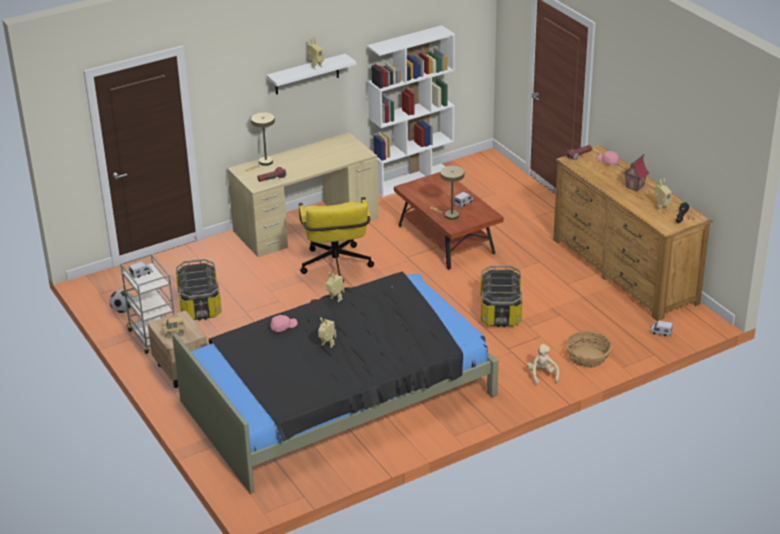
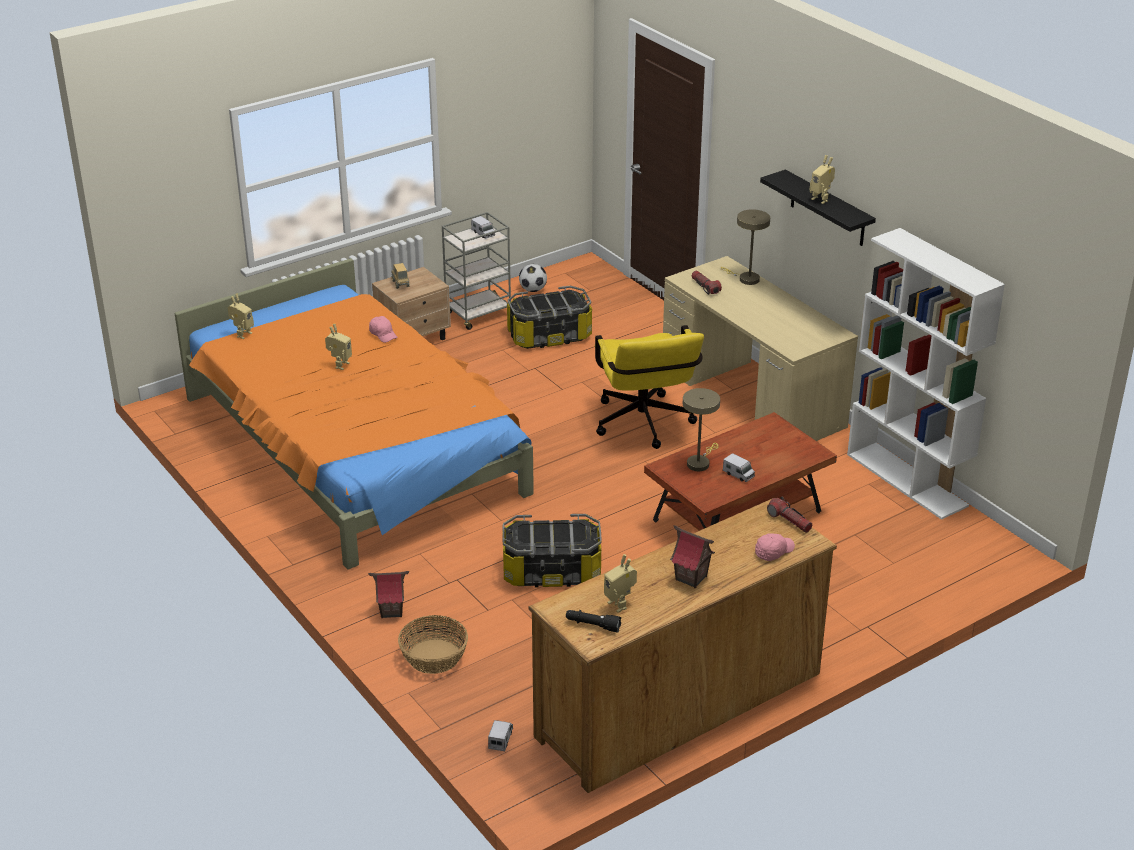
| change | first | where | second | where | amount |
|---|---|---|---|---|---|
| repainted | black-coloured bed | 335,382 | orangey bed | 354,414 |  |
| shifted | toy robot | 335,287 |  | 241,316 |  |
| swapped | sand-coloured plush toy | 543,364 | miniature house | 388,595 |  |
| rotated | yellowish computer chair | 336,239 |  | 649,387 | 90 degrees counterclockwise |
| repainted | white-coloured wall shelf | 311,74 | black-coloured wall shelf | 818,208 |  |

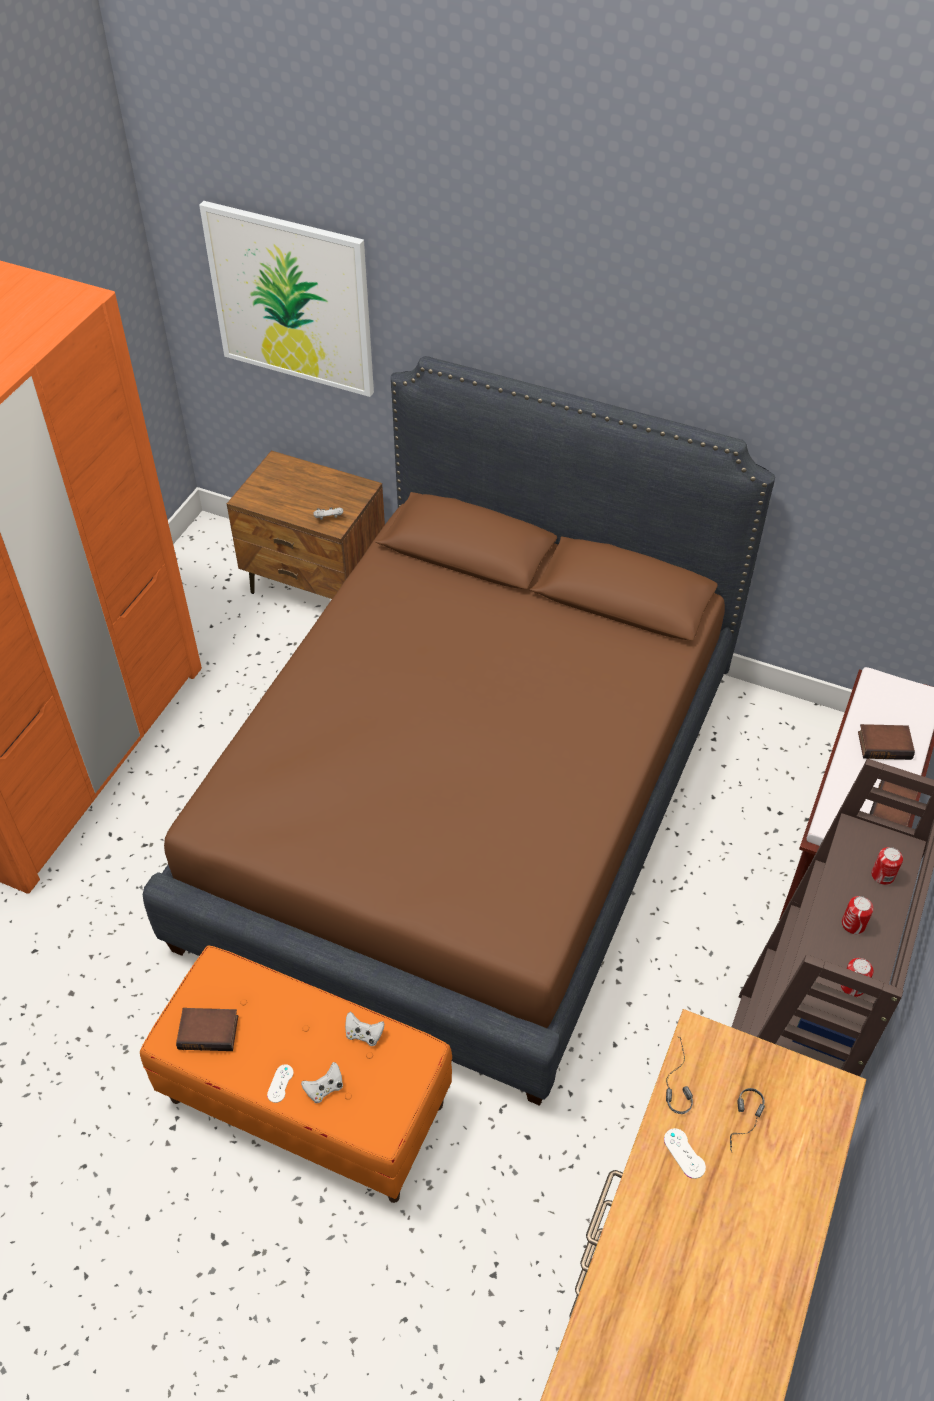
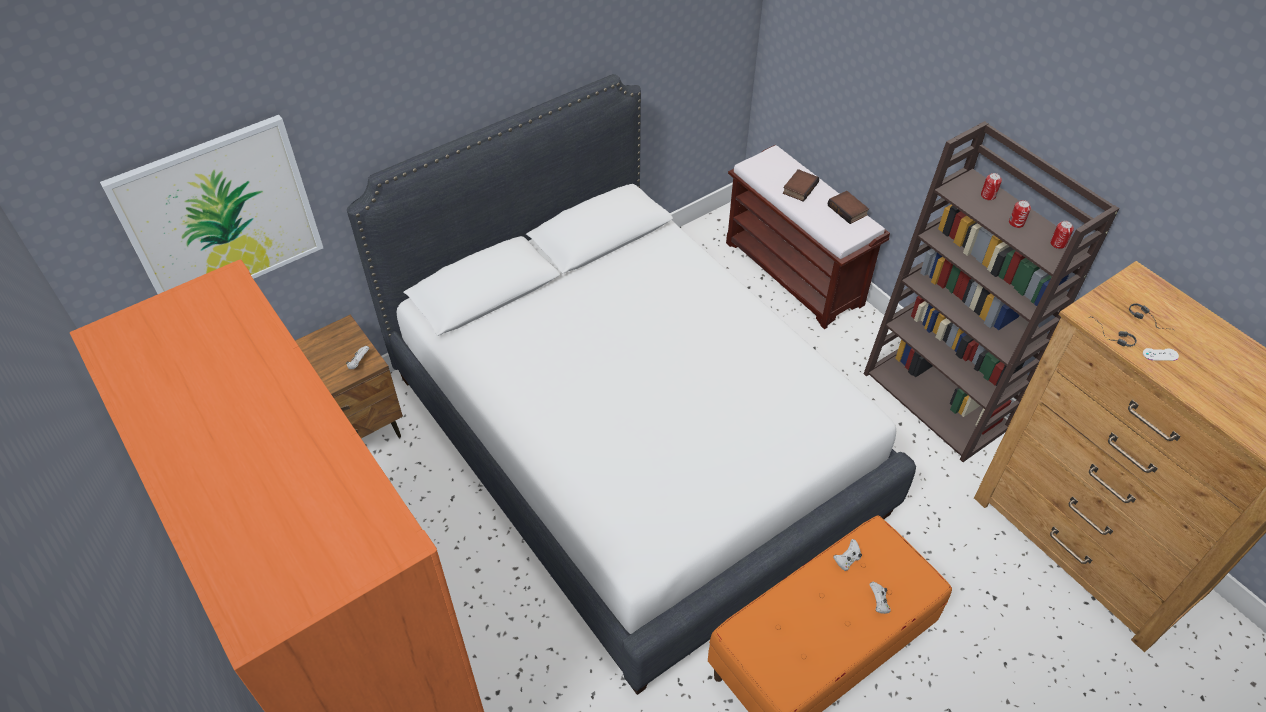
| change | first | where | second | where | amount |
|---|---|---|---|---|---|
| repainted | brown bed | 459,731 | white-coloured bed | 631,384 |  |
| gone | bound book | 207,1029 |  |  |  |
| gone | white-coloured game controller | 280,1083 |  |  |  |

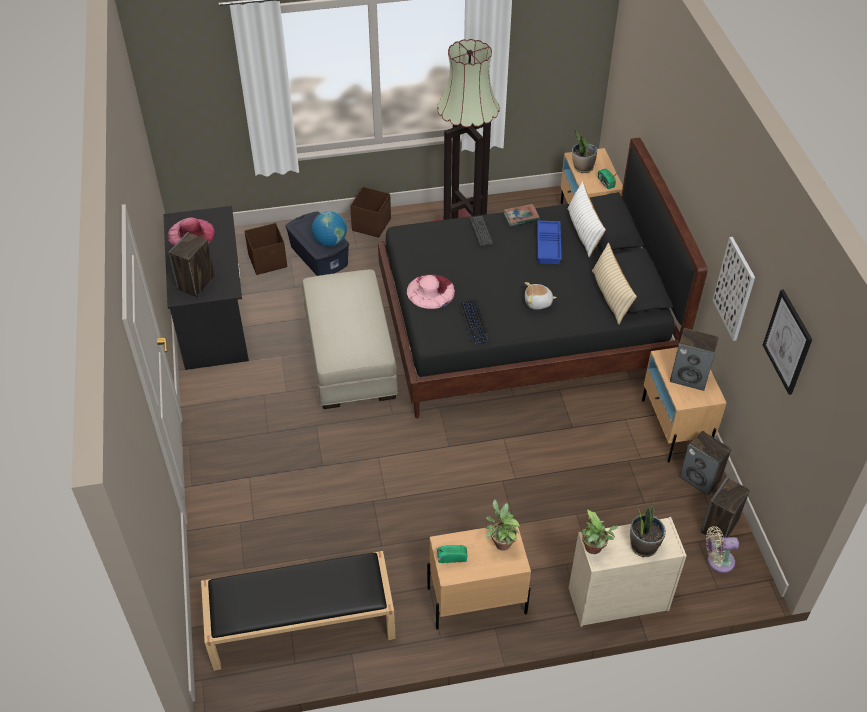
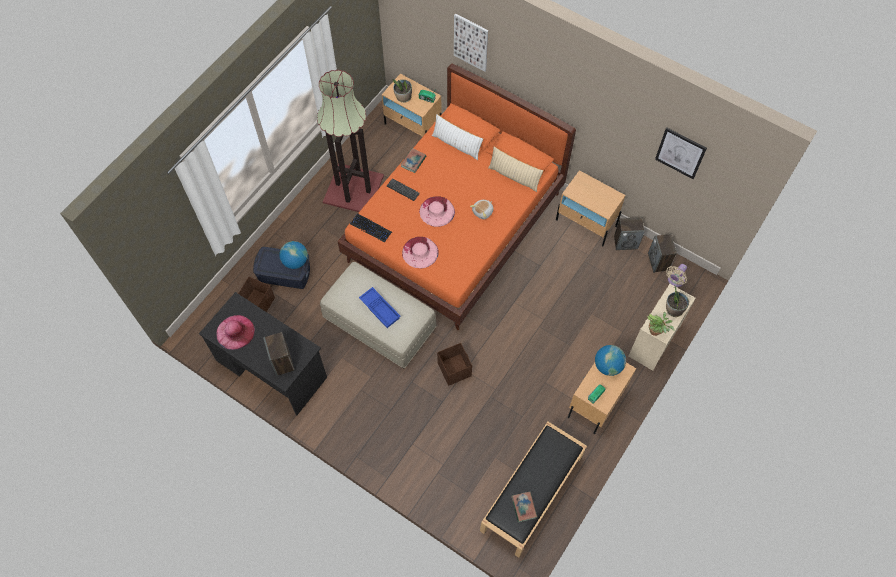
| change | first | where | second | where | amount |
|---|---|---|---|---|---|
| repainted | black-coloured bed | 543,278 | orangey bed | 456,196 |  |
| shifted | keyboard | 474,321 |  | 371,227 |  |
| shifted | blue-coloured carrying tray | 549,242 |  | 379,307 |  |
| new |  |  | pink-coloured hat | 437,211 |  |
| shifted | brown storage box | 370,212 |  | 454,364 |  |
| shifted | wall picture | 734,289 |  | 471,43 |  |
| new |  |  | bound book | 524,507 |  |
| swapped | potted plant | 503,525 | world globe | 610,360 |  |
| gone | loudspeaker | 694,359 |  |  |  |

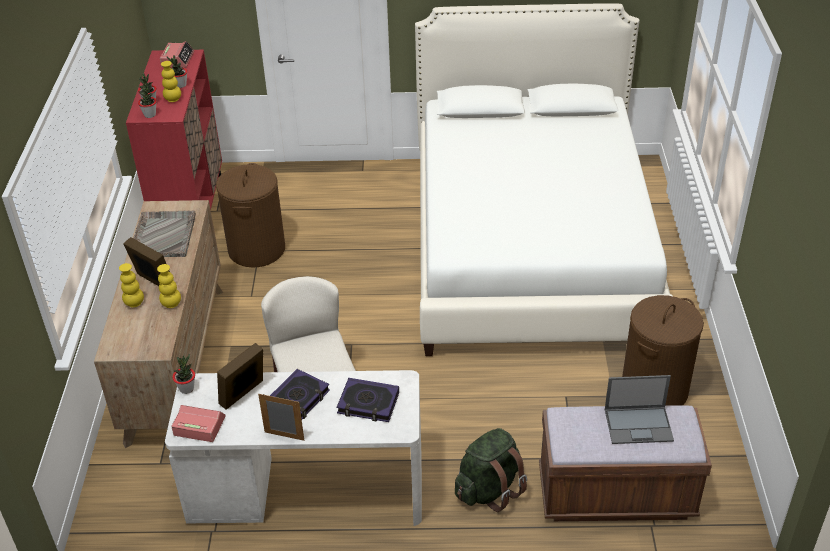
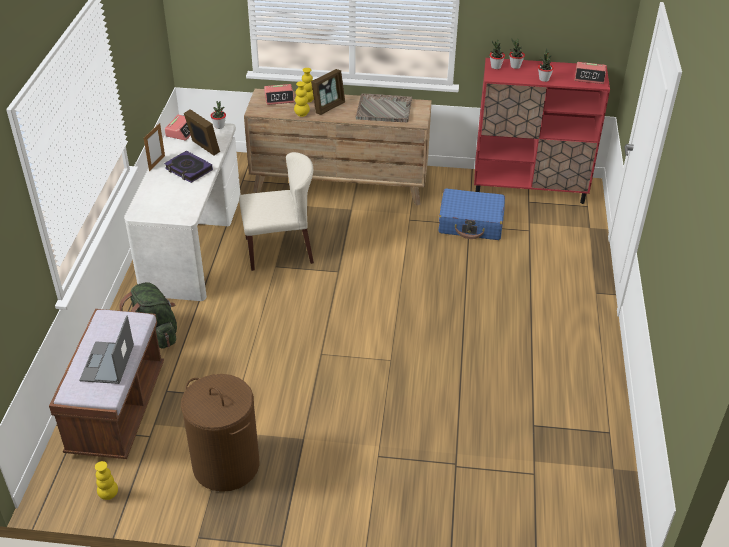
| change | first | where | second | where | amount |
|---|---|---|---|---|---|
| shifted | yellowish vase | 171,81 |  | 106,480 |  |
| new |  |  | alarm clock | 279,94 |  |
| swapped | brown washing basket | 250,215 | blue-coloured suitcase | 472,214 |  |
| gone | bound book | 368,400 |  |  |  |
| gone | white-coloured bed | 544,179 |  |  |  |

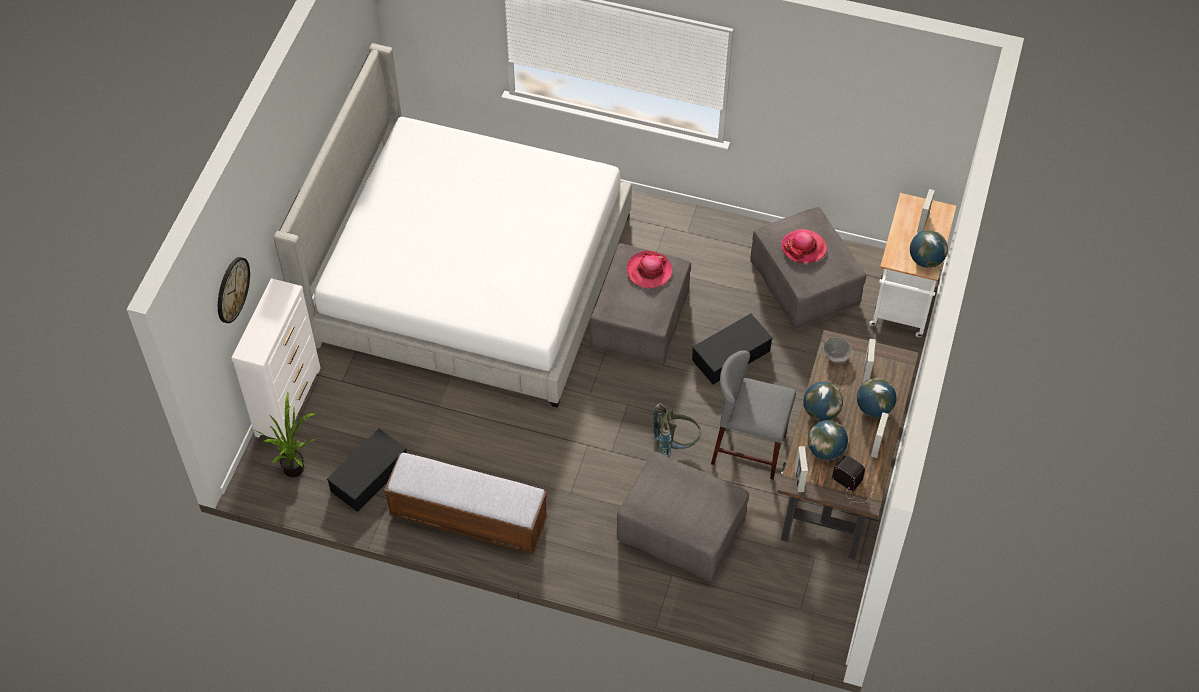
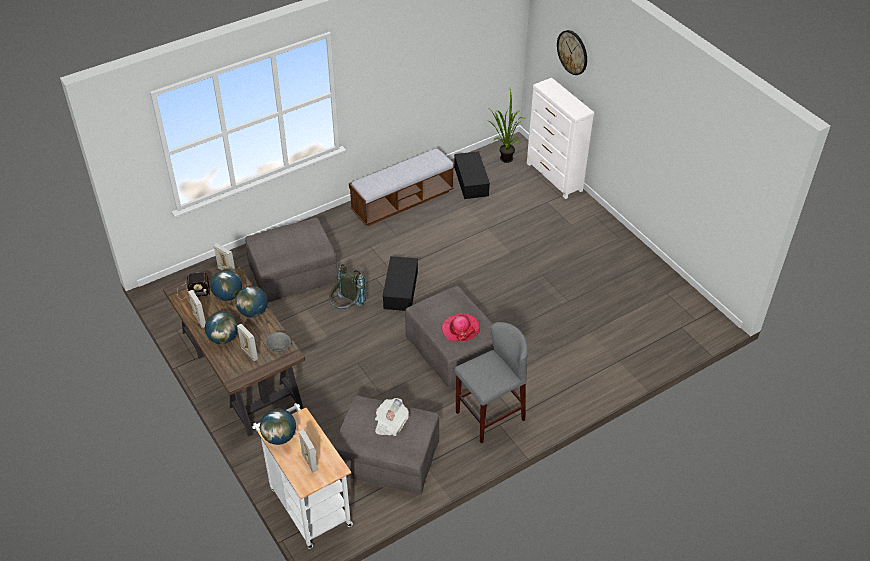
| change | first | where | second | where | amount |
|---|---|---|---|---|---|
| swapped | hat | 804,246 | newspaper | 392,417 |  |
| shifted | black-coloured storage box | 732,349 |  | 400,283 |  |
| shifted | gray stool seat | 753,415 |  | 491,382 |  |
| gone | bed | 452,225 |  |  |  |

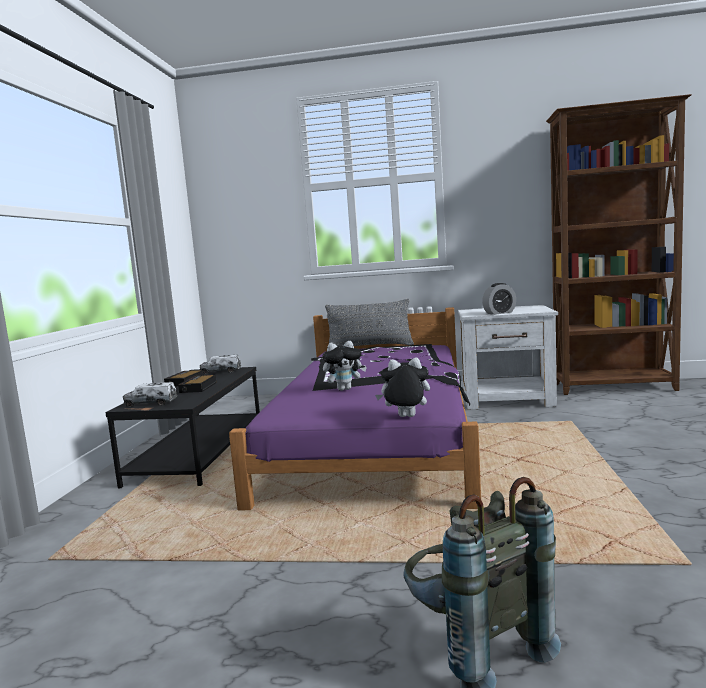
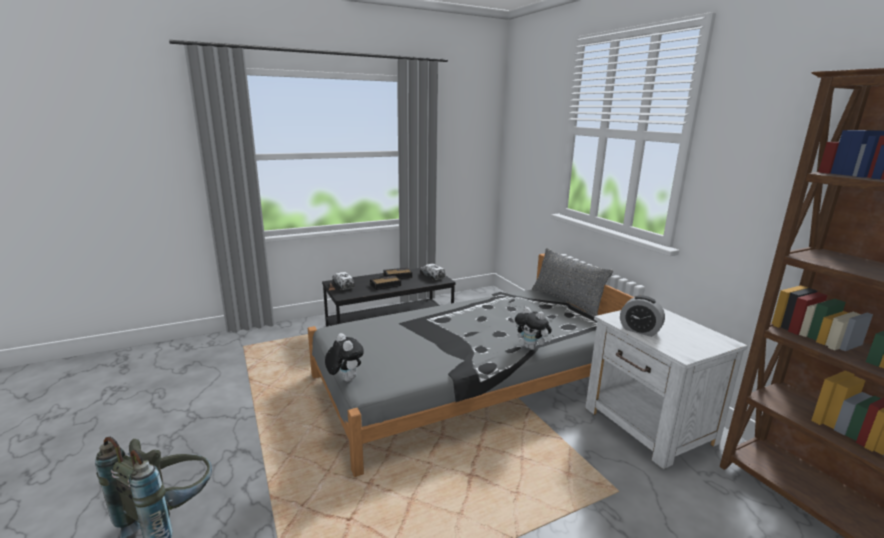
| change | first | where | second | where | amount |
|---|---|---|---|---|---|
| repainted | purple-coloured bed | 355,408 | gray bed | 472,365 |  |
| shifted | plush toy | 345,366 |  | 533,328 |  |

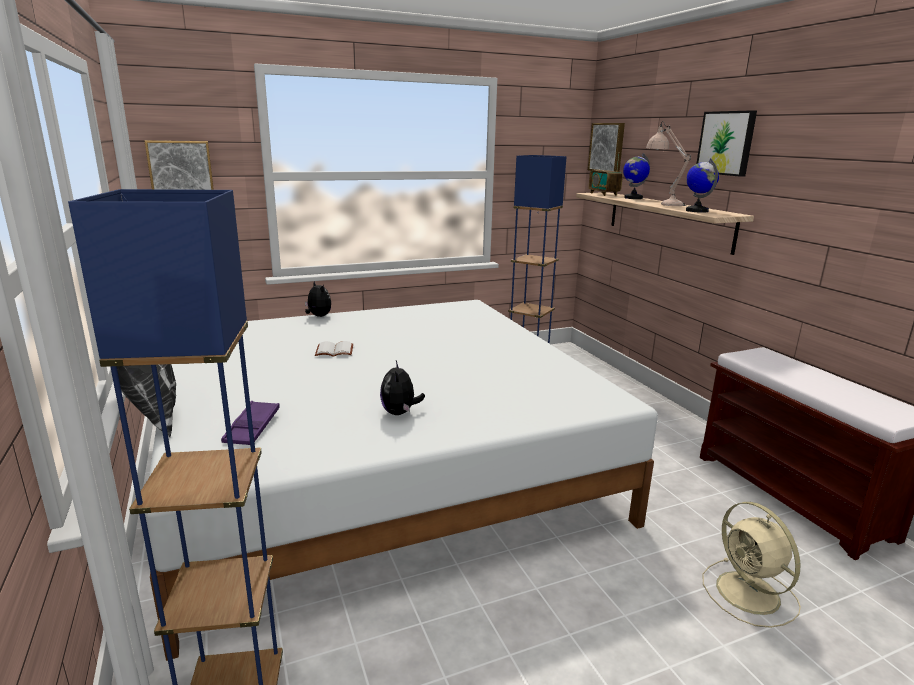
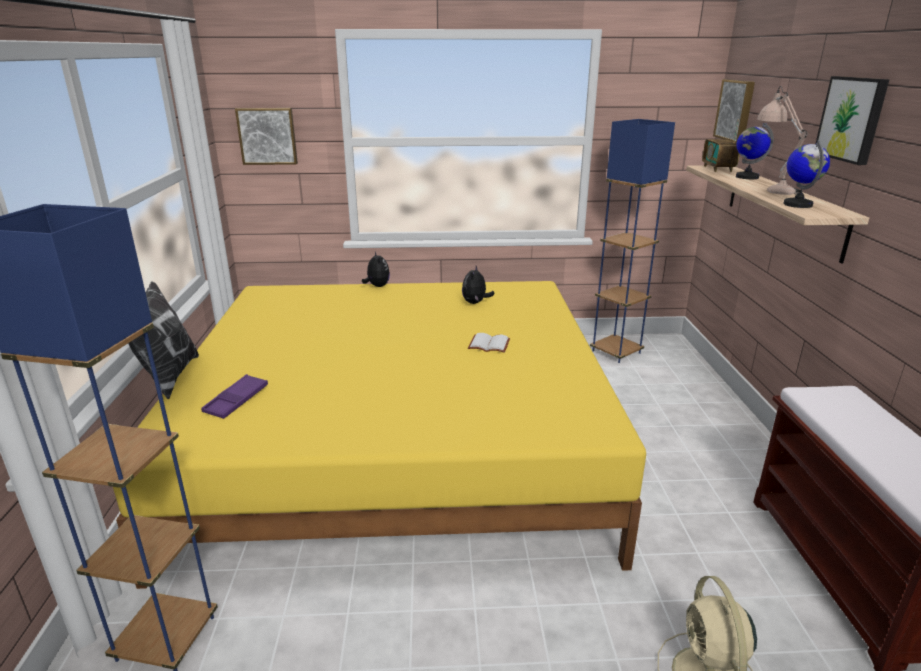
| change | first | where | second | where | amount |
|---|---|---|---|---|---|
| repainted | white-coloured bed | 401,480 | yellowish bed | 379,435 |  |
| shifted | plush toy | 402,388 |  | 478,285 |  |
| shifted | white-coloured bound book | 334,349 |  | 489,343 |  |

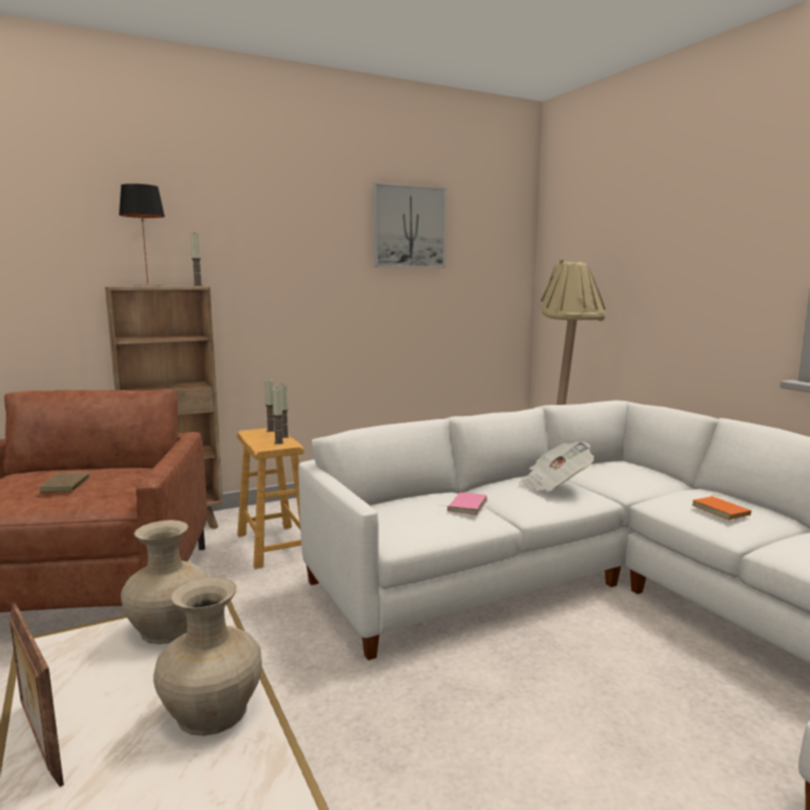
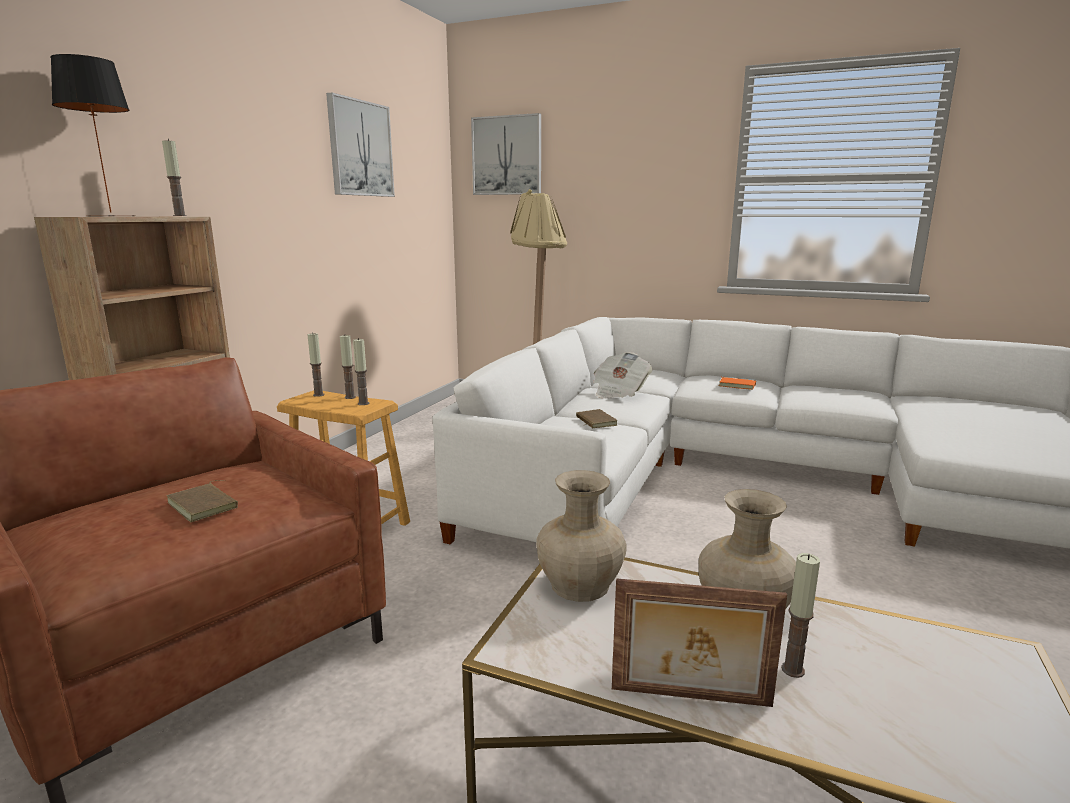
| change | first | where | second | where | amount |
|---|---|---|---|---|---|
| new |  |  | wall picture | 506,154 |  |
| repainted | pink-coloured bound book | 462,503 | brown bound book | 596,418 |  |
| new |  |  | wax light | 800,615 |  |

